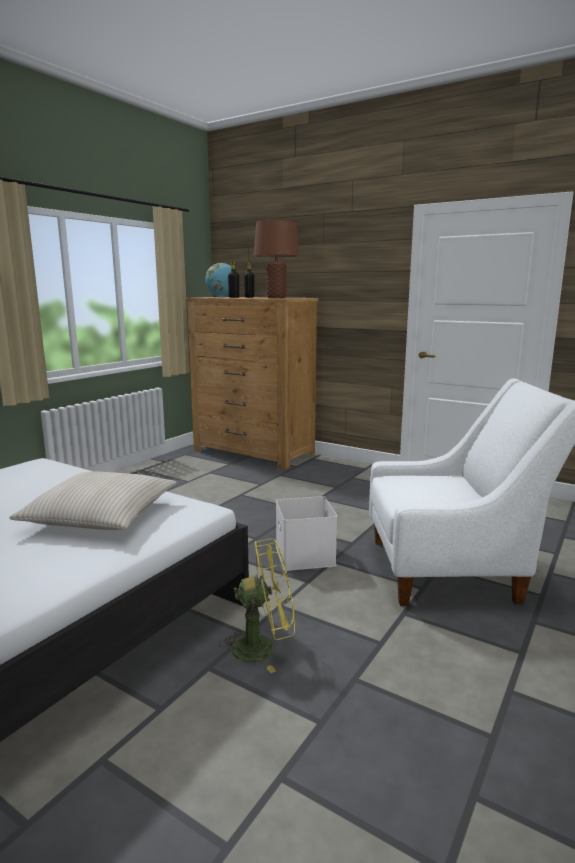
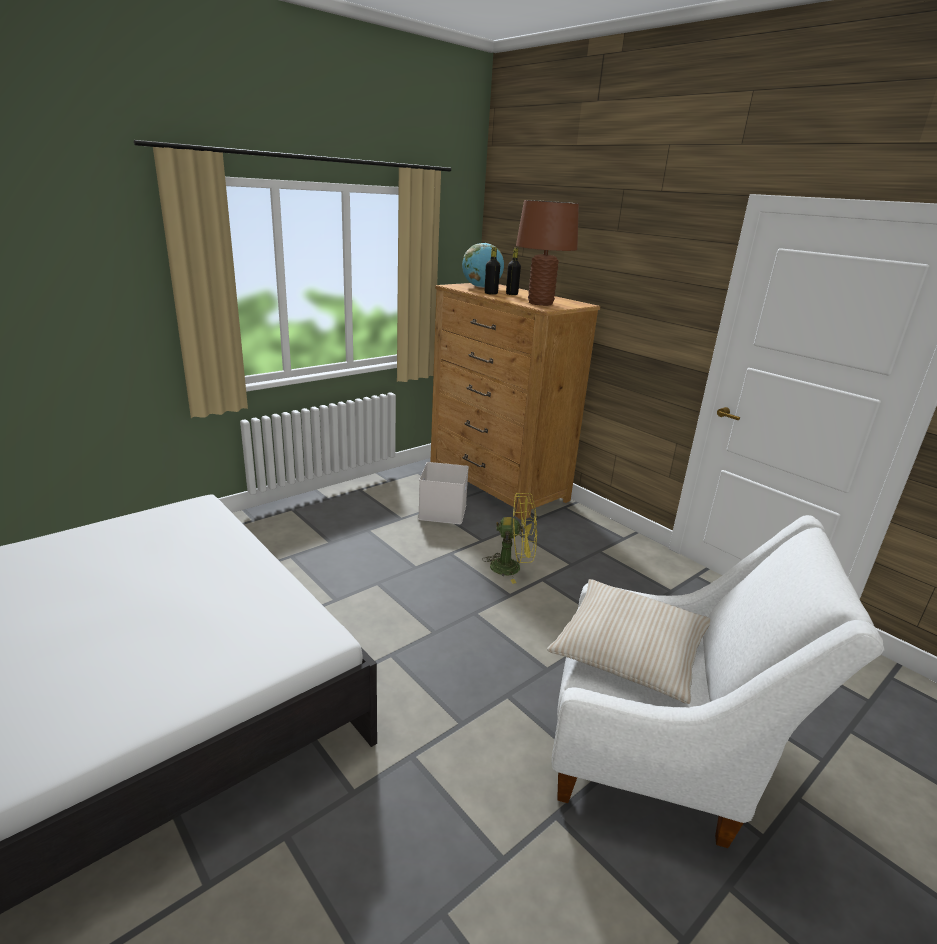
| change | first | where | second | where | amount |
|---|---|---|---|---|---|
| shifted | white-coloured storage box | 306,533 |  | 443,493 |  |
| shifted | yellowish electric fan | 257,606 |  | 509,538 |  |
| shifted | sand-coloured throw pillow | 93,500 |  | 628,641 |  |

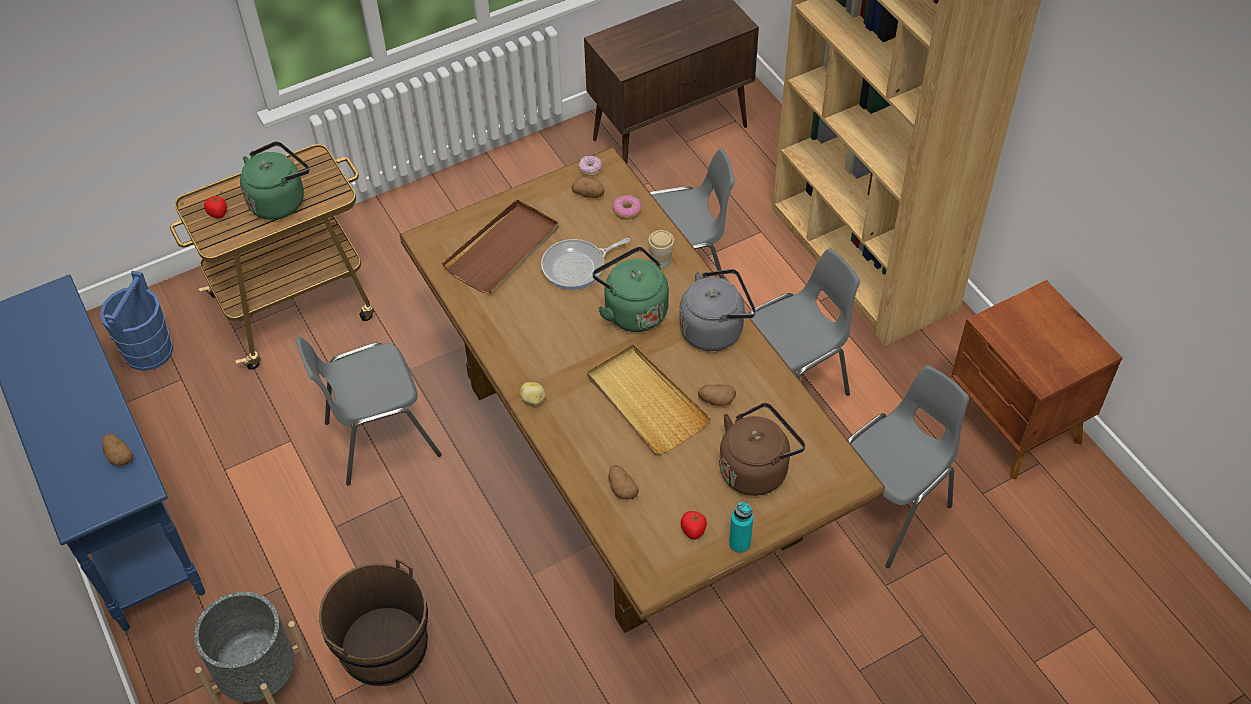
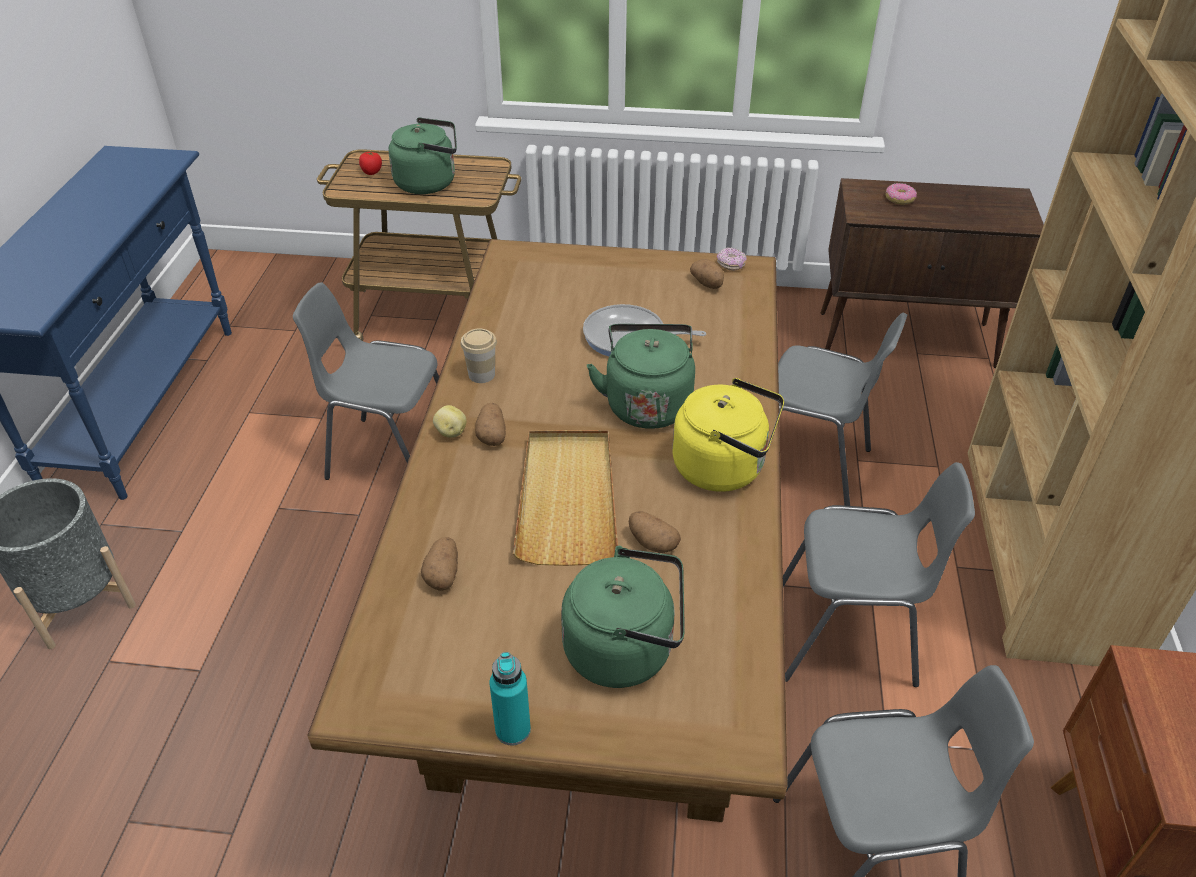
| change | first | where | second | where | amount |
|---|---|---|---|---|---|
| shifted | cup | 661,249 |  | 479,355 |  |
| shifted | potato | 117,450 |  | 490,424 |  |
| repainted | brown tea kettle | 762,449 | greenish tea kettle | 623,617 |  |
| repainted | gray tea kettle | 717,310 | yellowish tea kettle | 728,435 |  |
| shifted | ring doughnut | 627,207 |  | 901,194 |  |
| gone | blue-coloured pail | 136,321 |  |  |  |
| gone | brown pail | 373,622 |  |  |  |
| gone | brown carrying tray | 500,246 |  |  |  |
| gone | tomato | 694,525 |  |  |  |

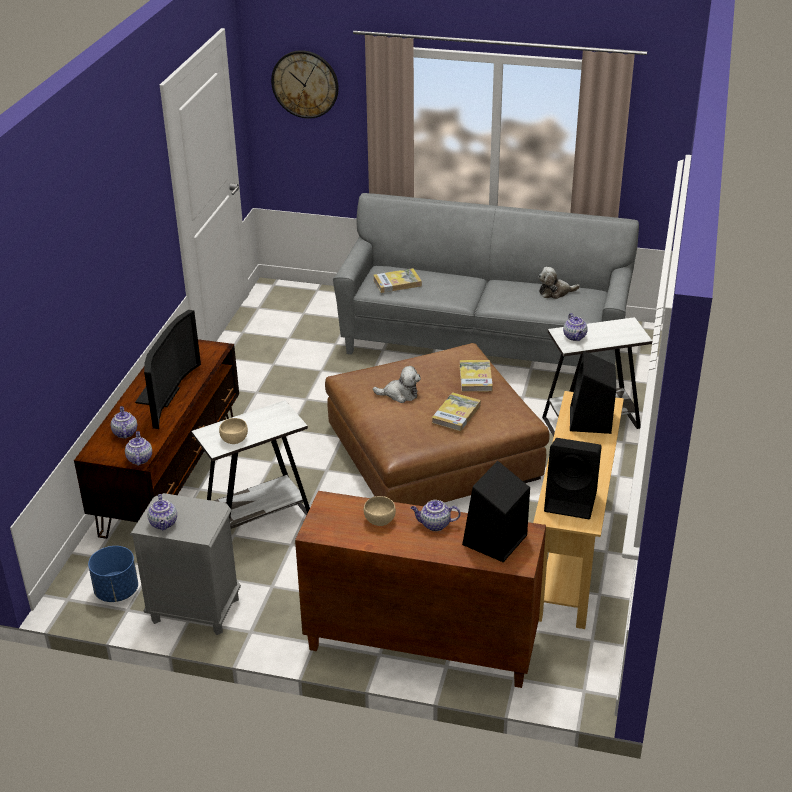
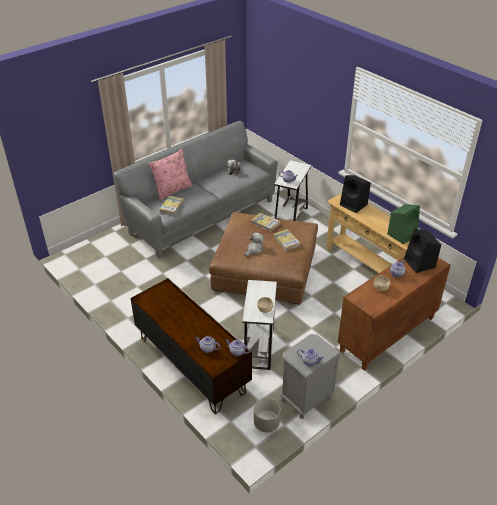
| change | first | where | second | where | amount |
|---|---|---|---|---|---|
| new |  |  | pink-coloured throw pillow | 170,175 |  |
| repainted | blue-coloured flower pot | 113,574 | gray flower pot | 267,415 |  |
| repainted | black-coloured loudspeaker | 573,478 | greenish loudspeaker | 403,224 |  |
| gone | TV set | 168,369 |  |  |  |
| gone | clock on the wall | 305,84 |  |  |  |

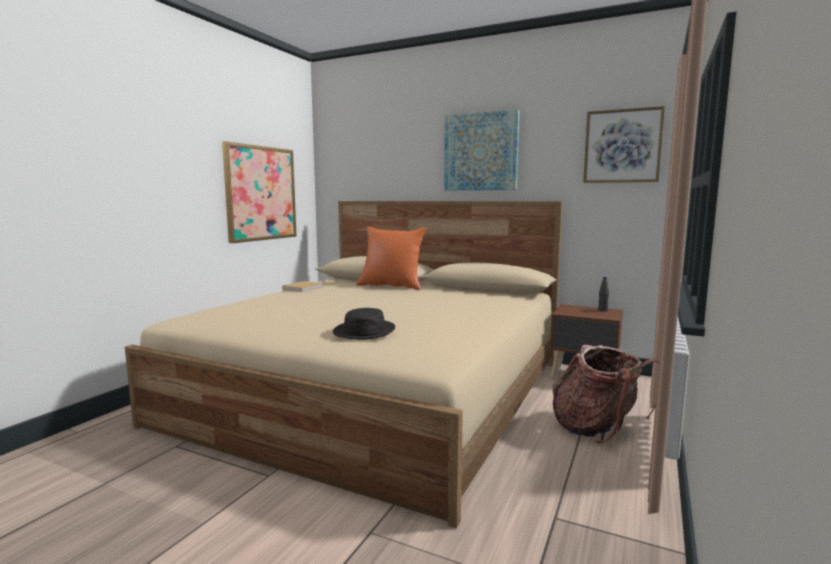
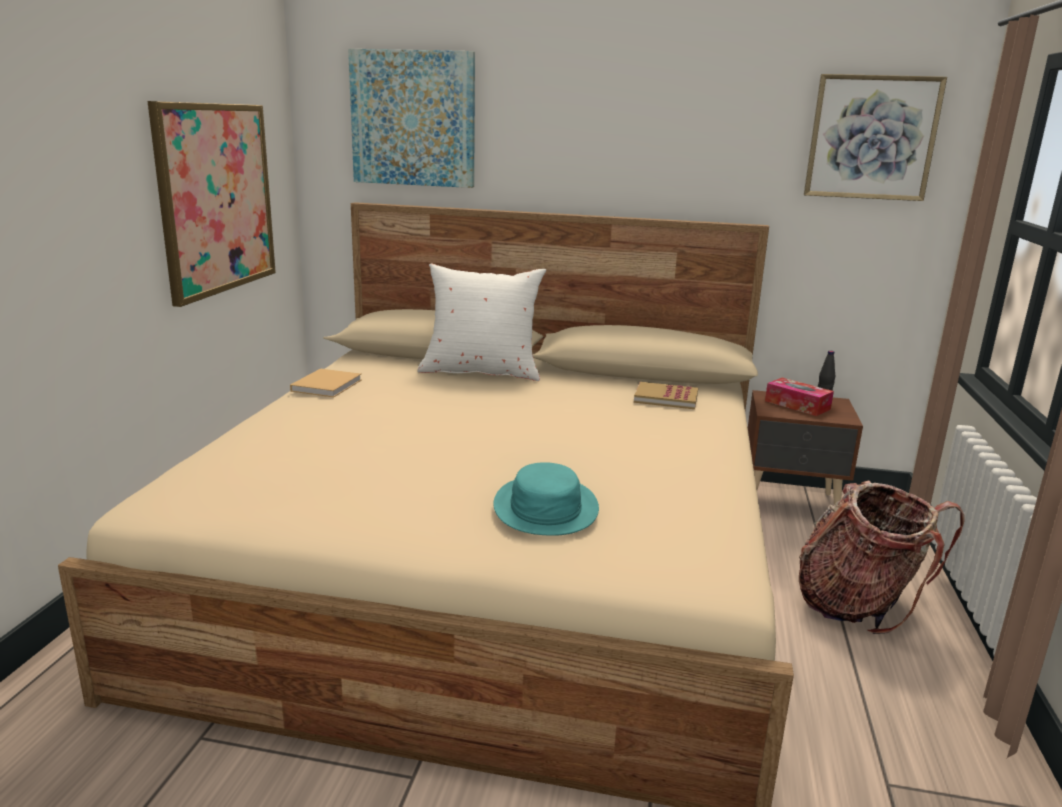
| change | first | where | second | where | amount |
|---|---|---|---|---|---|
| shifted | wall picture | 482,149 |  | 411,118 |  |
| repainted | orangey throw pillow | 391,258 | white-coloured throw pillow | 481,322 |  |
| repainted | black-coloured hat | 364,324 | turquoise hat | 546,499 |  |
| new |  |  | bound book | 666,395 |  |
| new |  |  | box of tissues | 799,397 |  |

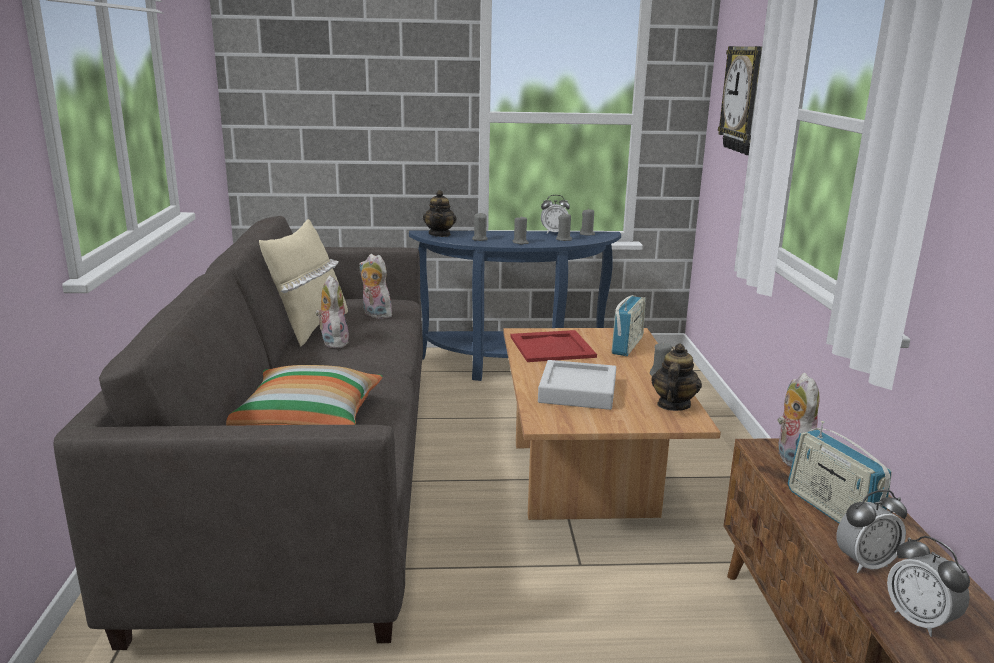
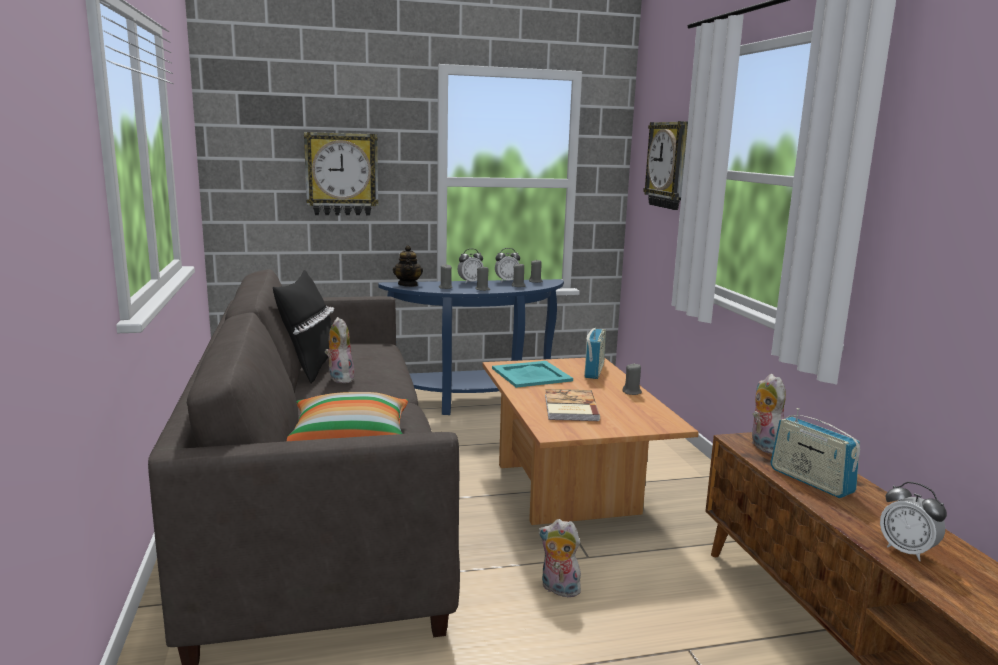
| change | first | where | second | where | amount |
|---|---|---|---|---|---|
| repainted | sand-coloured throw pillow | 303,283 | black-coloured throw pillow | 303,326 |  |
| new |  |  | clock on the wall | 341,173 |  |
| shifted | alarm clock | 871,531 |  | 471,266 |  |
| repainted | red carrying tray | 553,346 | turquoise carrying tray | 532,374 |  |
| shifted | plush toy | 377,286 |  | 559,559 |  |
| swapped | gray carrying tray | 577,385 | bound book | 572,405 |  |
| gone | teapot | 677,377 |  |  |  |

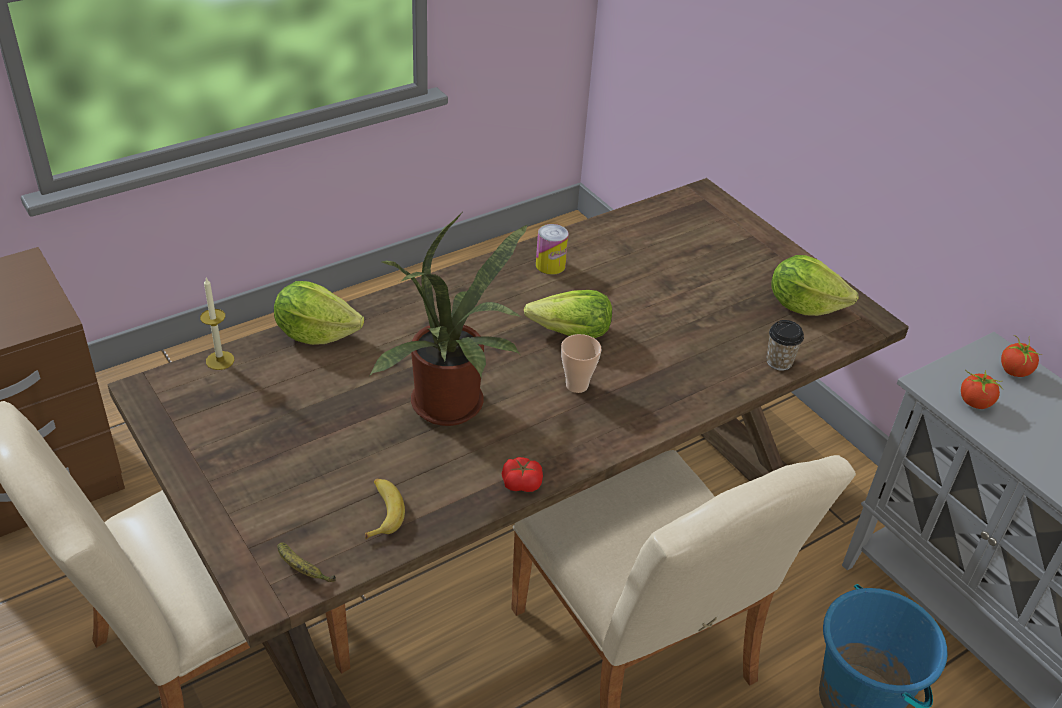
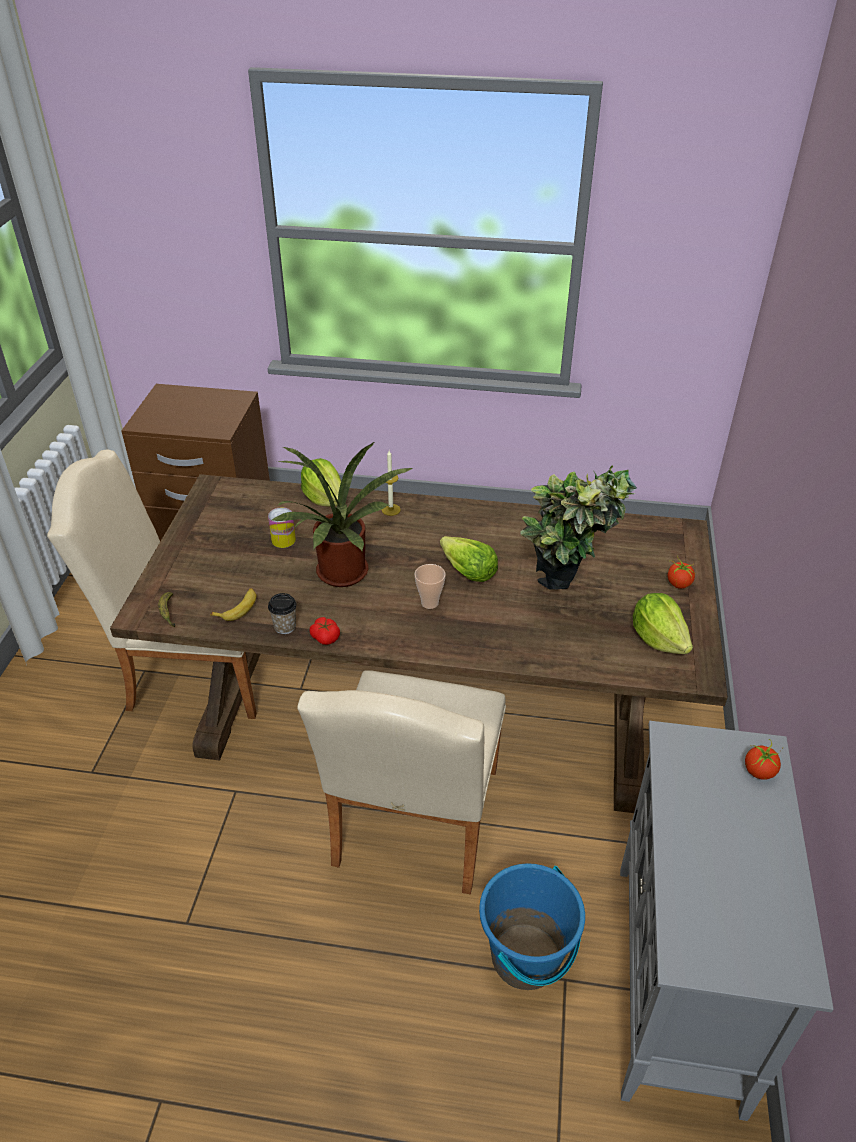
| change | first | where | second | where | amount |
|---|---|---|---|---|---|
| shifted | can | 552,249 |  | 282,527 |  |
| shifted | cup | 785,345 |  | 282,613 |  |
| shifted | wax light | 217,324 |  | 391,483 |  |
| new |  |  | potted plant | 578,527 |  |
| shifted | tomato | 982,389 |  | 681,573 |  |

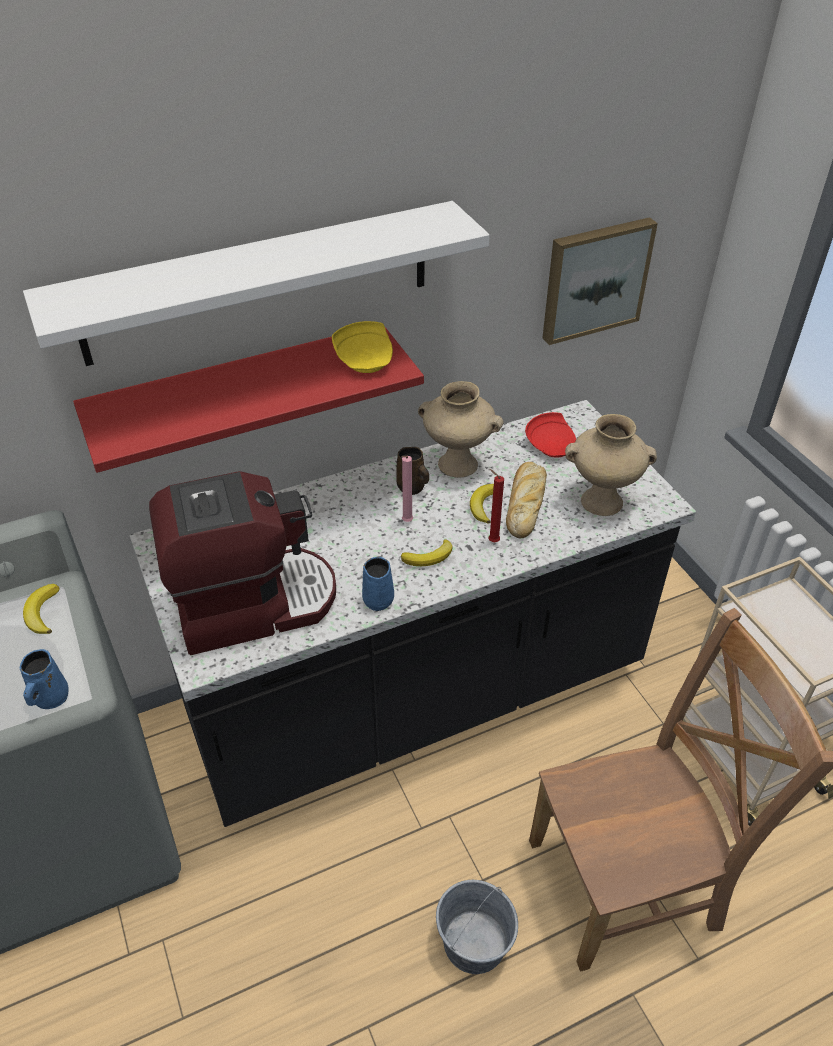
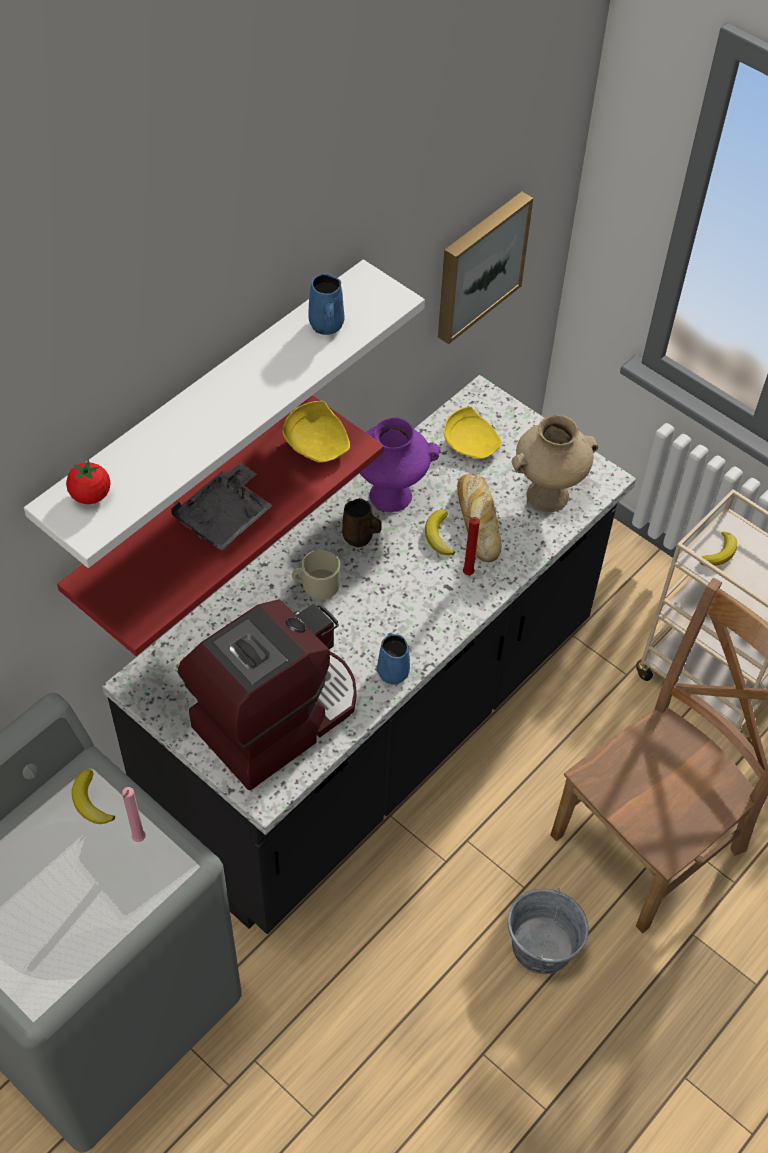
| change | first | where | second | where | amount |
|---|---|---|---|---|---|
| new |  |  | tomato | 88,482 |  |
| shifted | pink-coloured wax light | 407,489 |  | 134,814 |  |
| new |  |  | gray carrying tray | 222,507 |  |
| new |  |  | sand-coloured coffee mug | 316,574 |  |
| shifted | blue-coloured coffee mug | 44,679 |  | 326,304 |  |
| repainted | sand-coloured vase | 461,429 | purple-coloured vase | 399,464 |  |
| repainted | red flat dish | 550,435 | yellowish flat dish | 473,432 |  |
| shifted | banana fruit | 427,552 |  | 718,549 |  |

